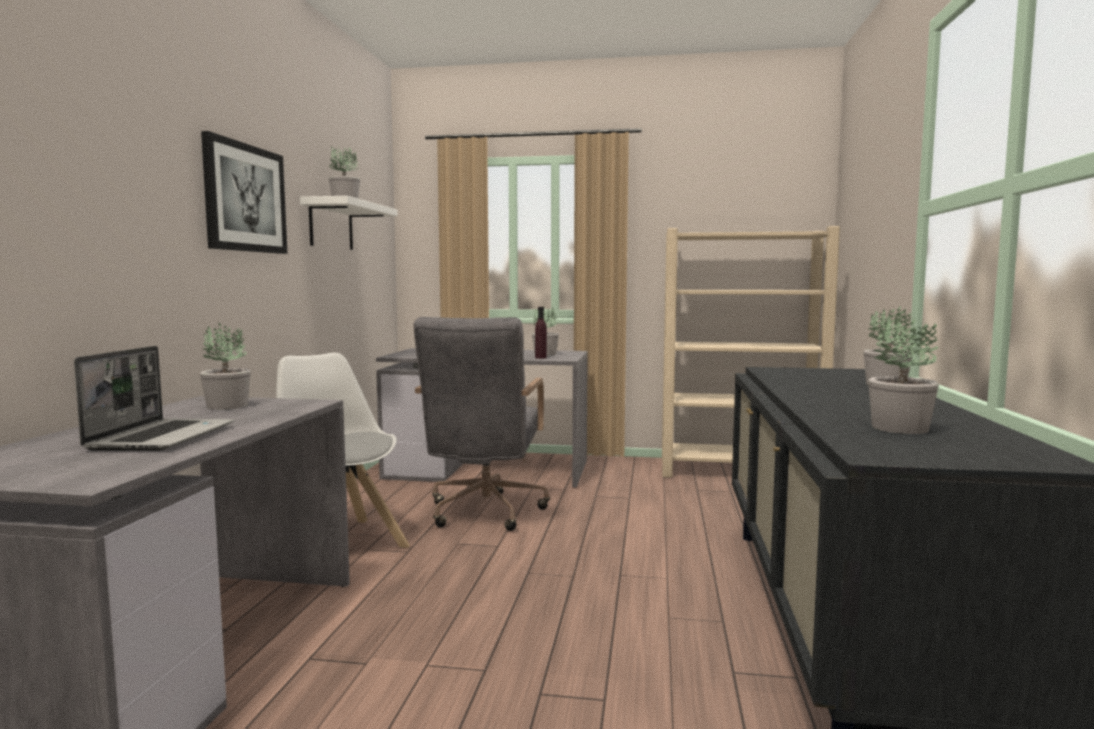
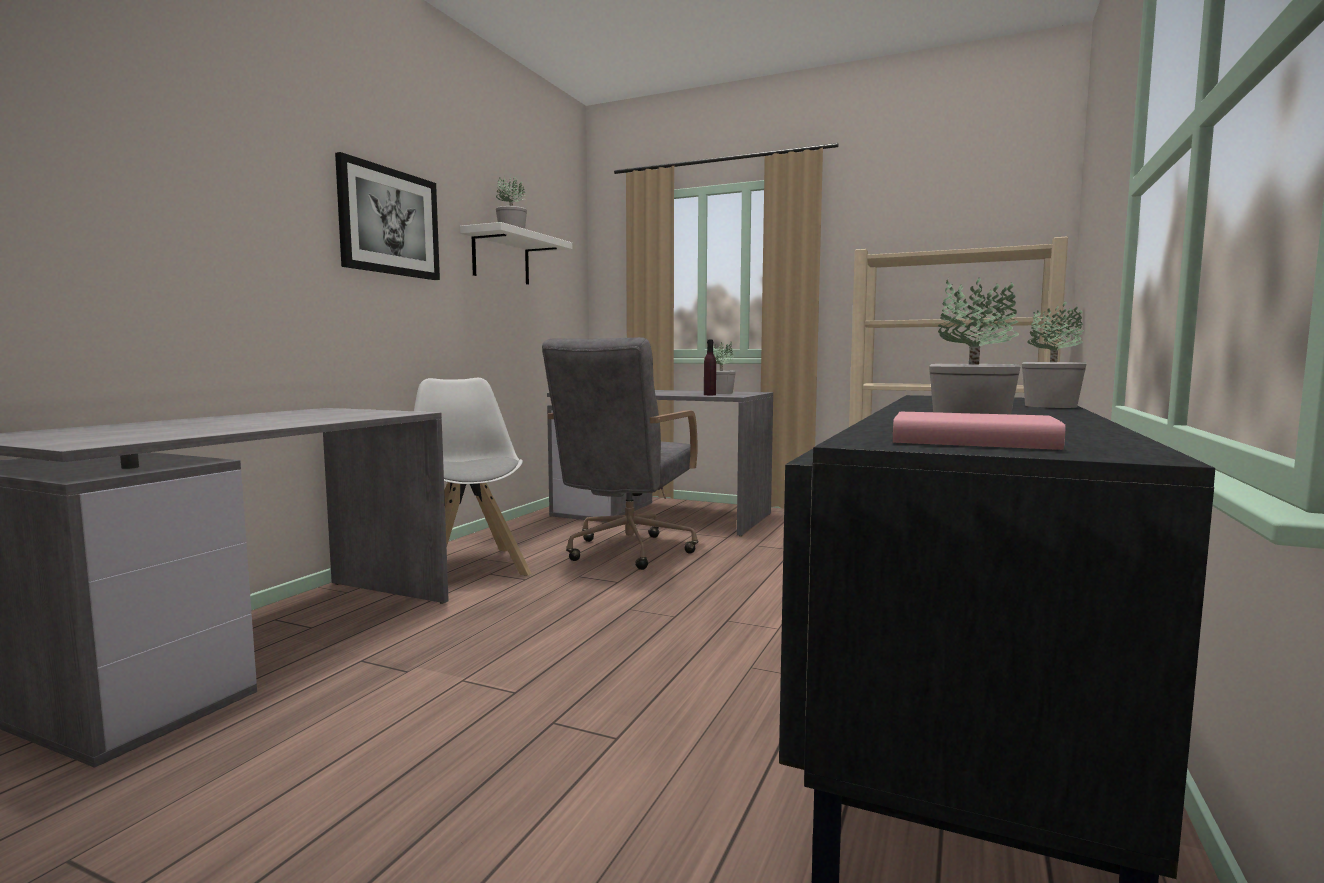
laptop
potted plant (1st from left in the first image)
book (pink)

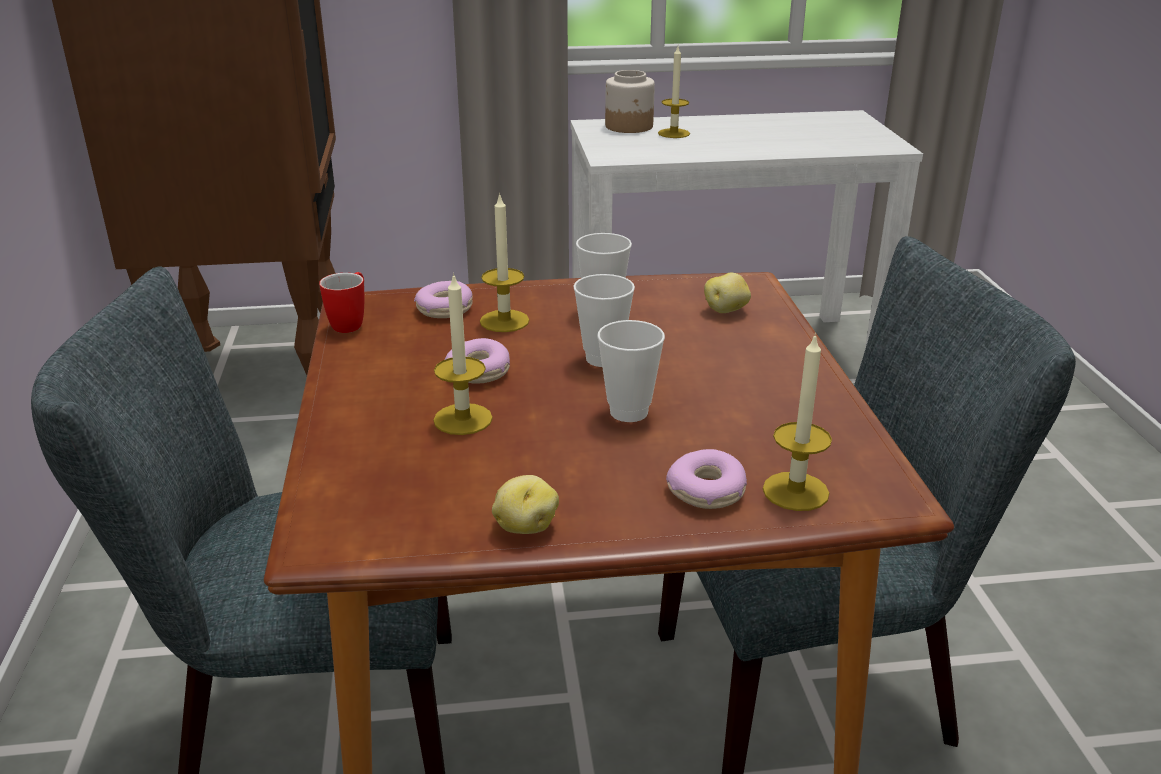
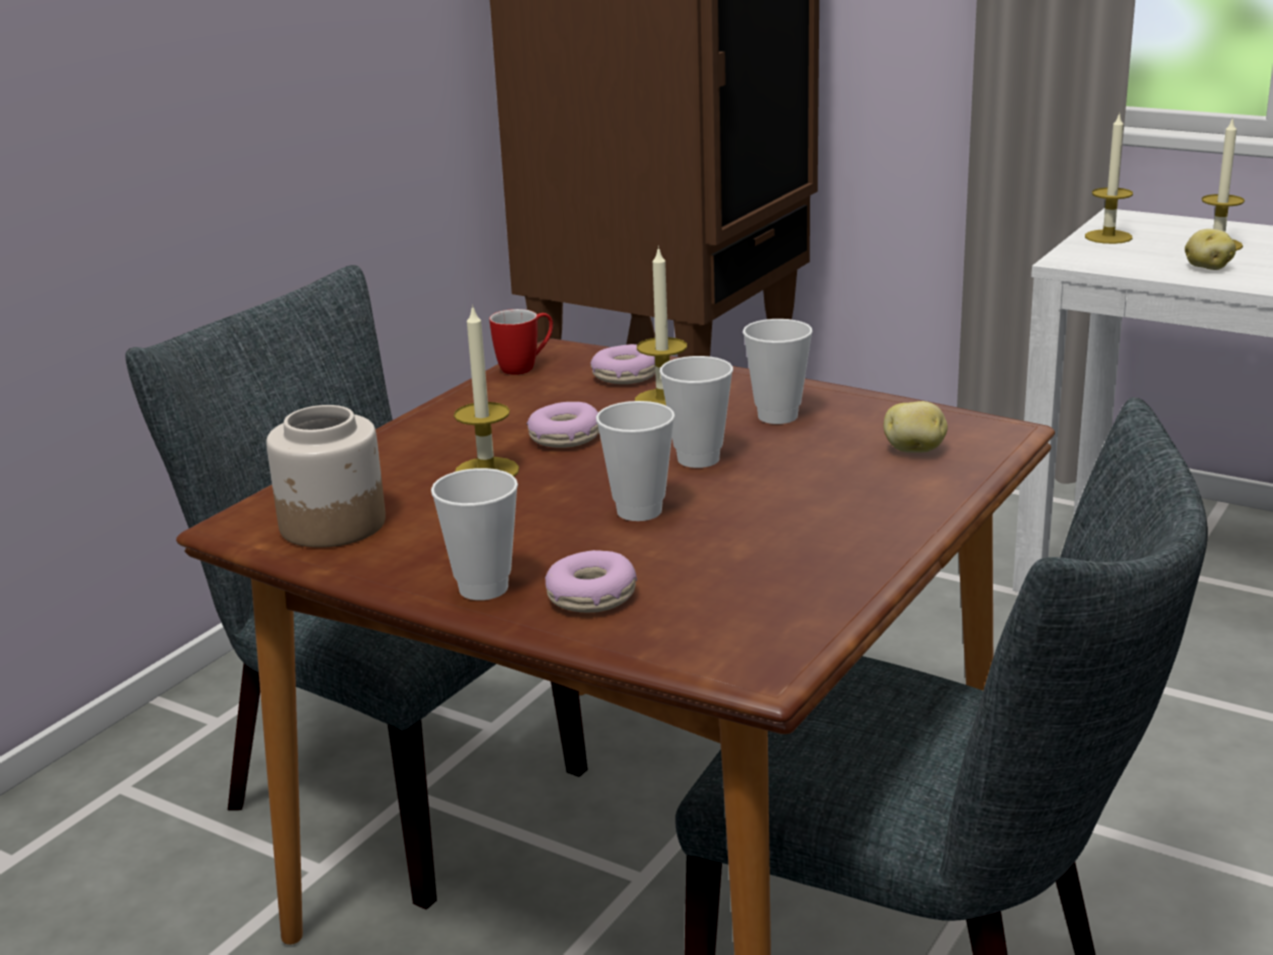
cup (1st from left)
potato (2nd from left)
jar
candle (3rd from left)

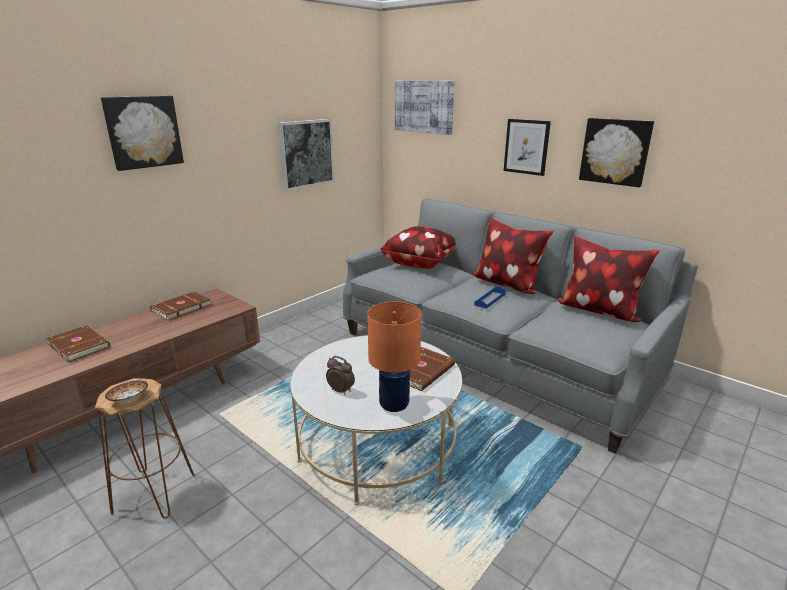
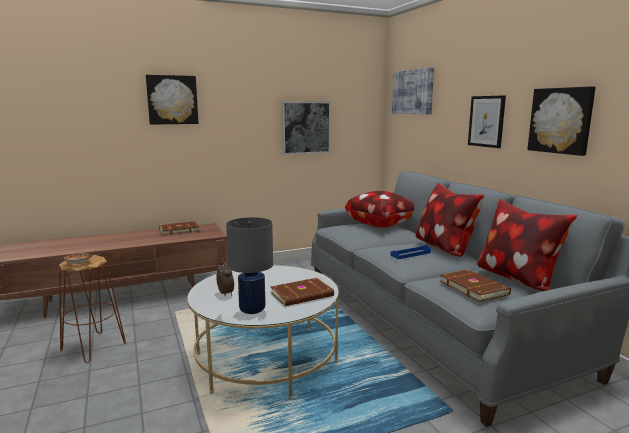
book (brown) (3rd from left)
table lamp (grey)

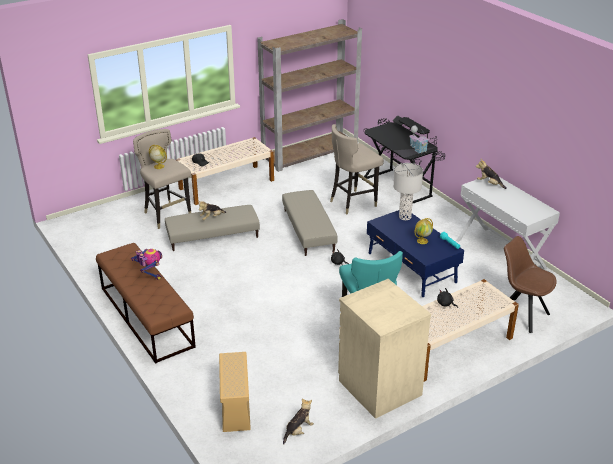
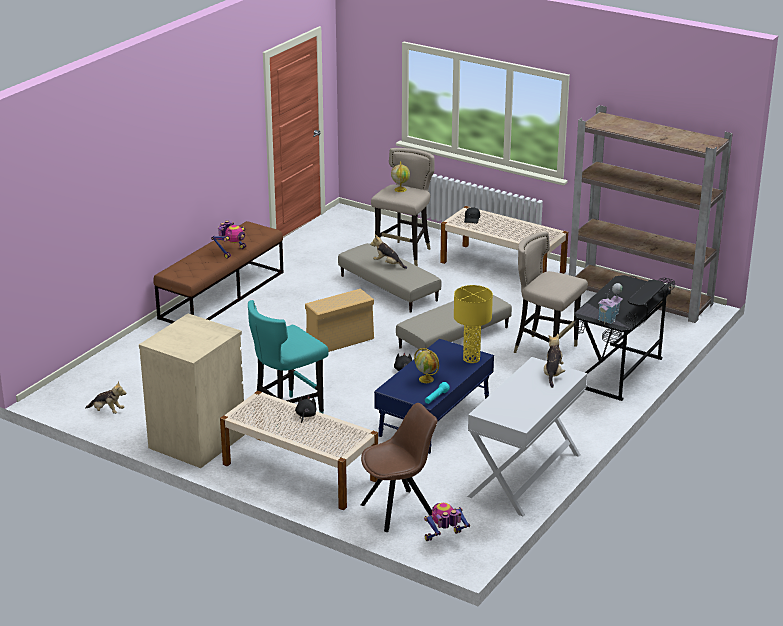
toy robot (2nd from left)
storage box (beige)
table lamp (yellow)
chair (brown)

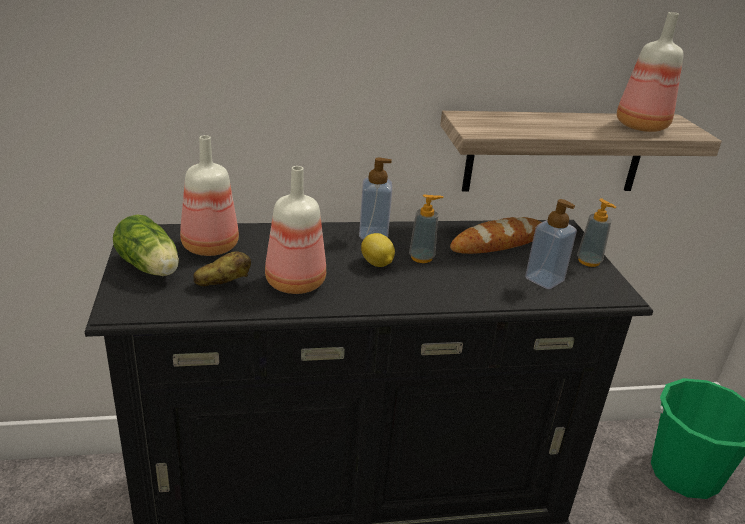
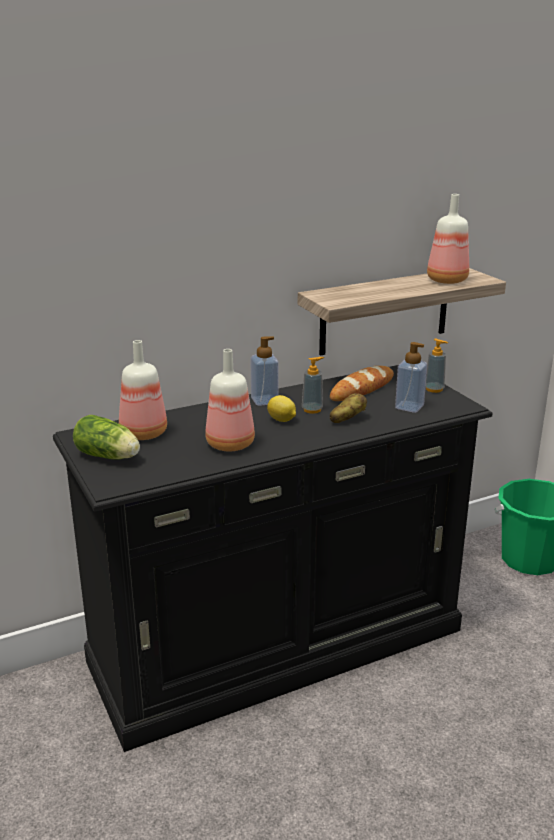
potato

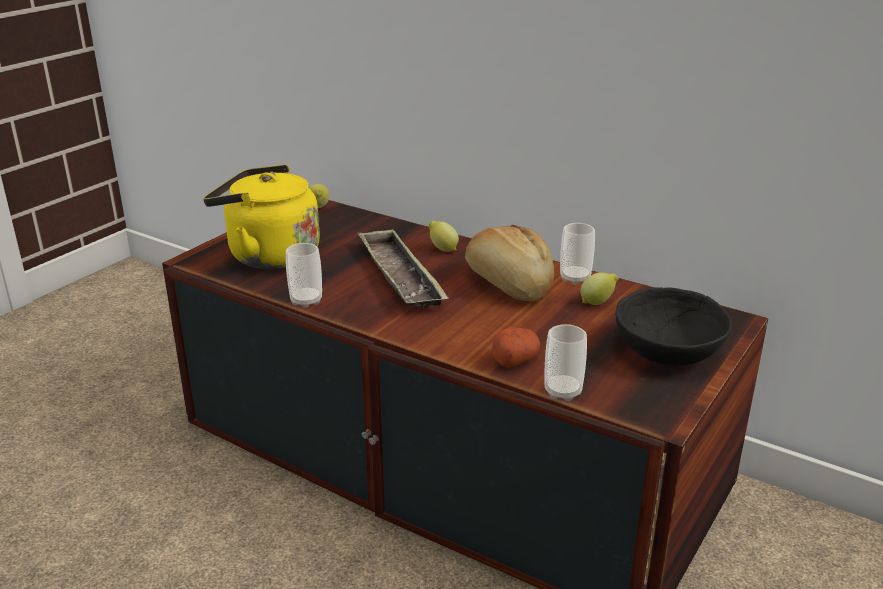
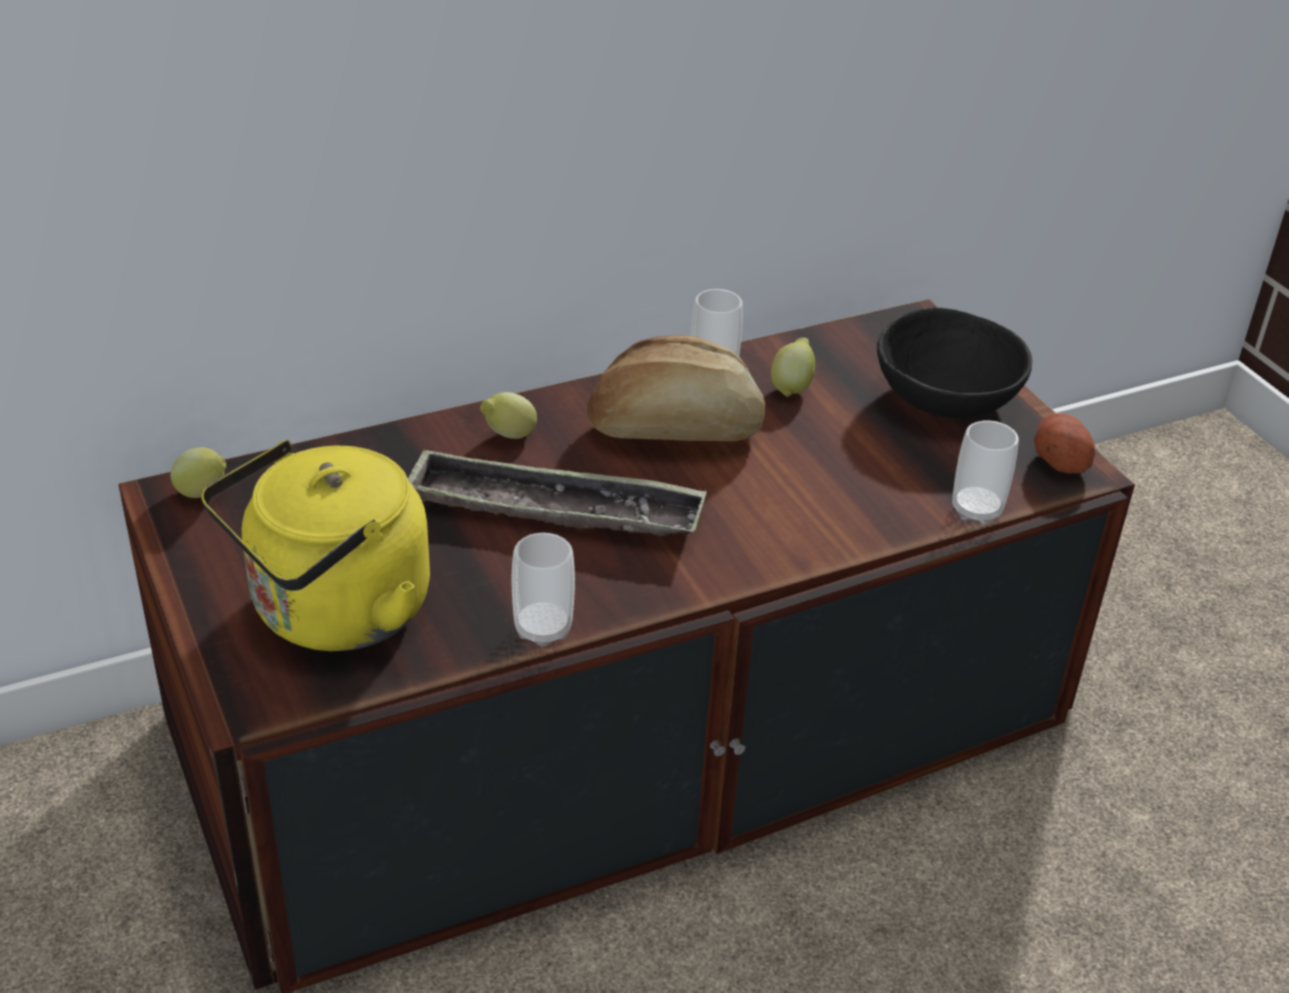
potato

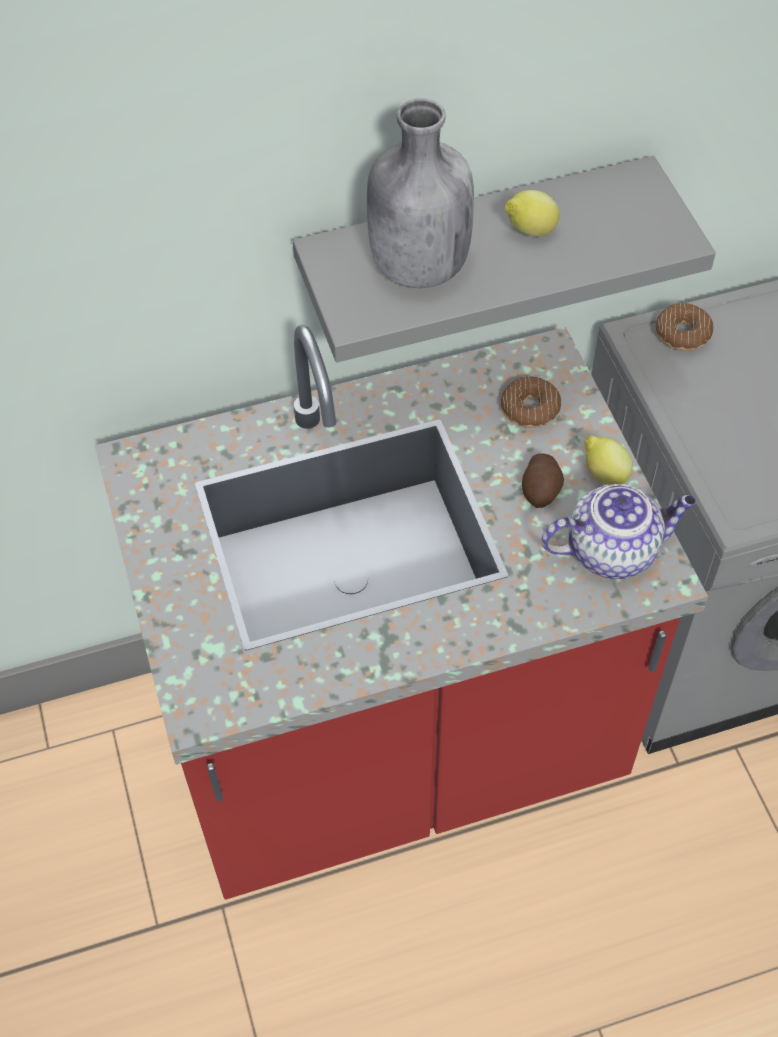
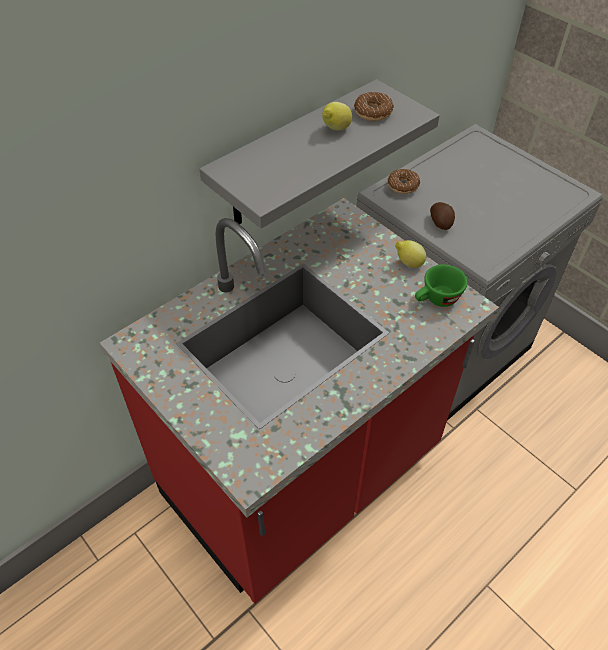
bottle (grey)
donut (1st from left)
potato
cup (green)

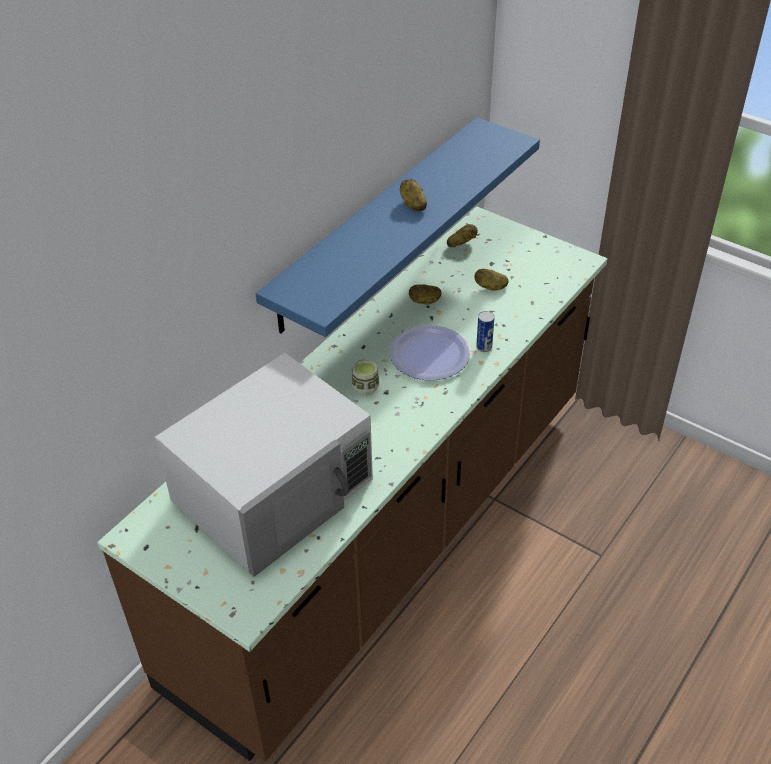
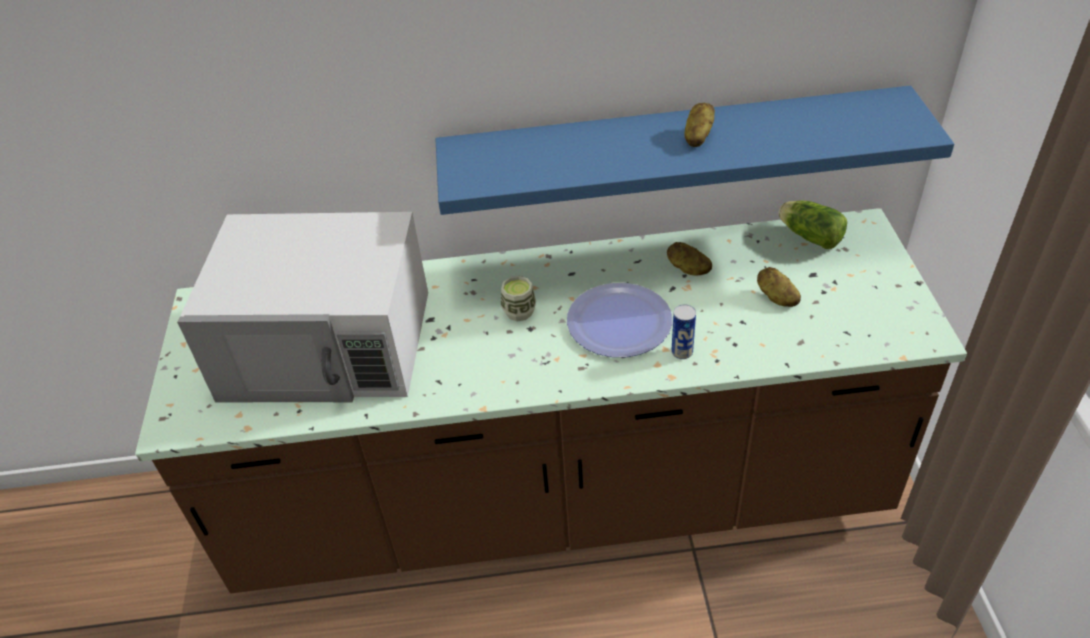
lettuce

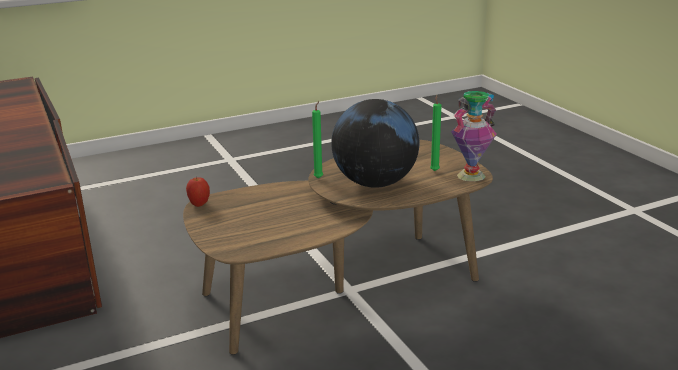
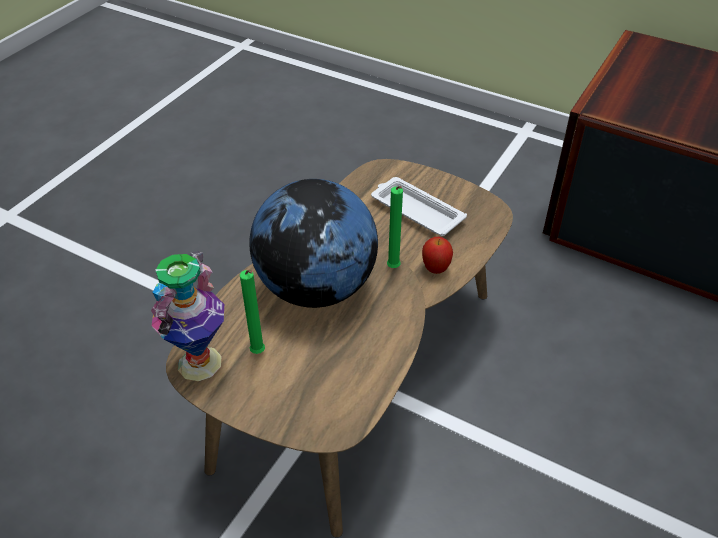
tray (white)
apple

